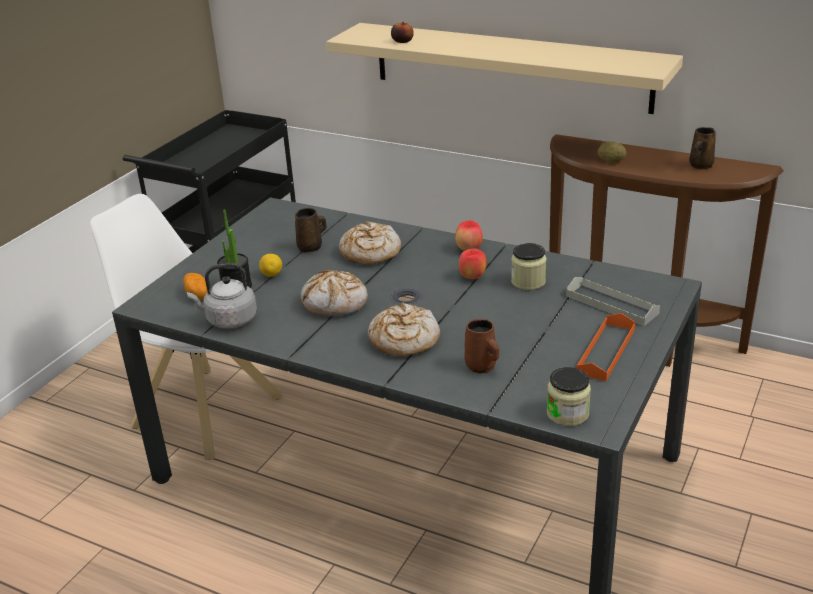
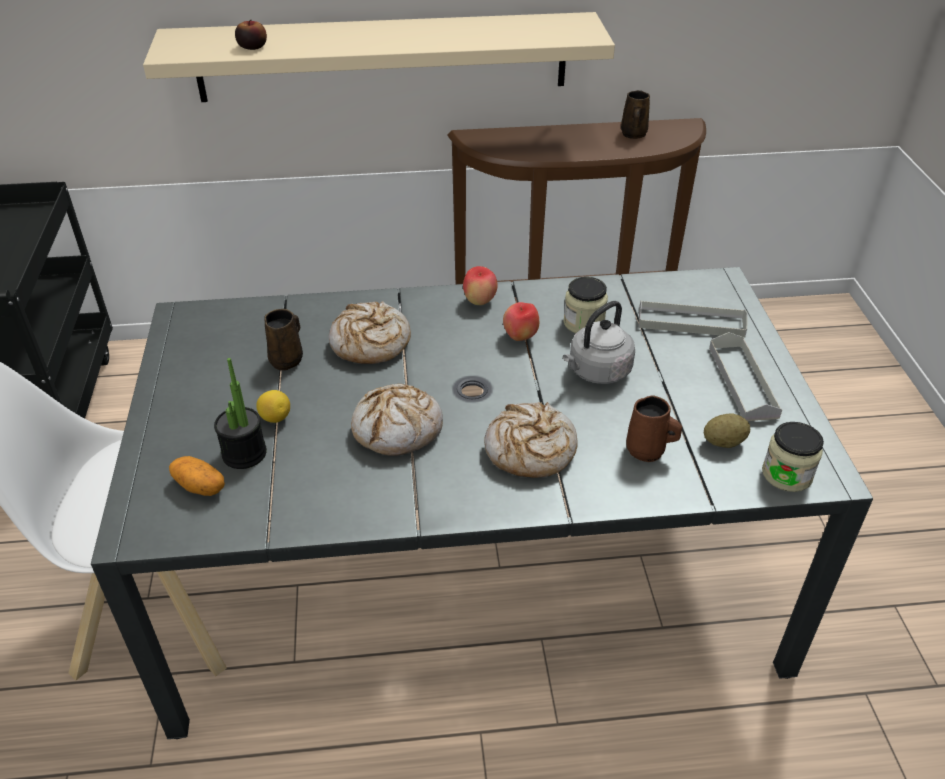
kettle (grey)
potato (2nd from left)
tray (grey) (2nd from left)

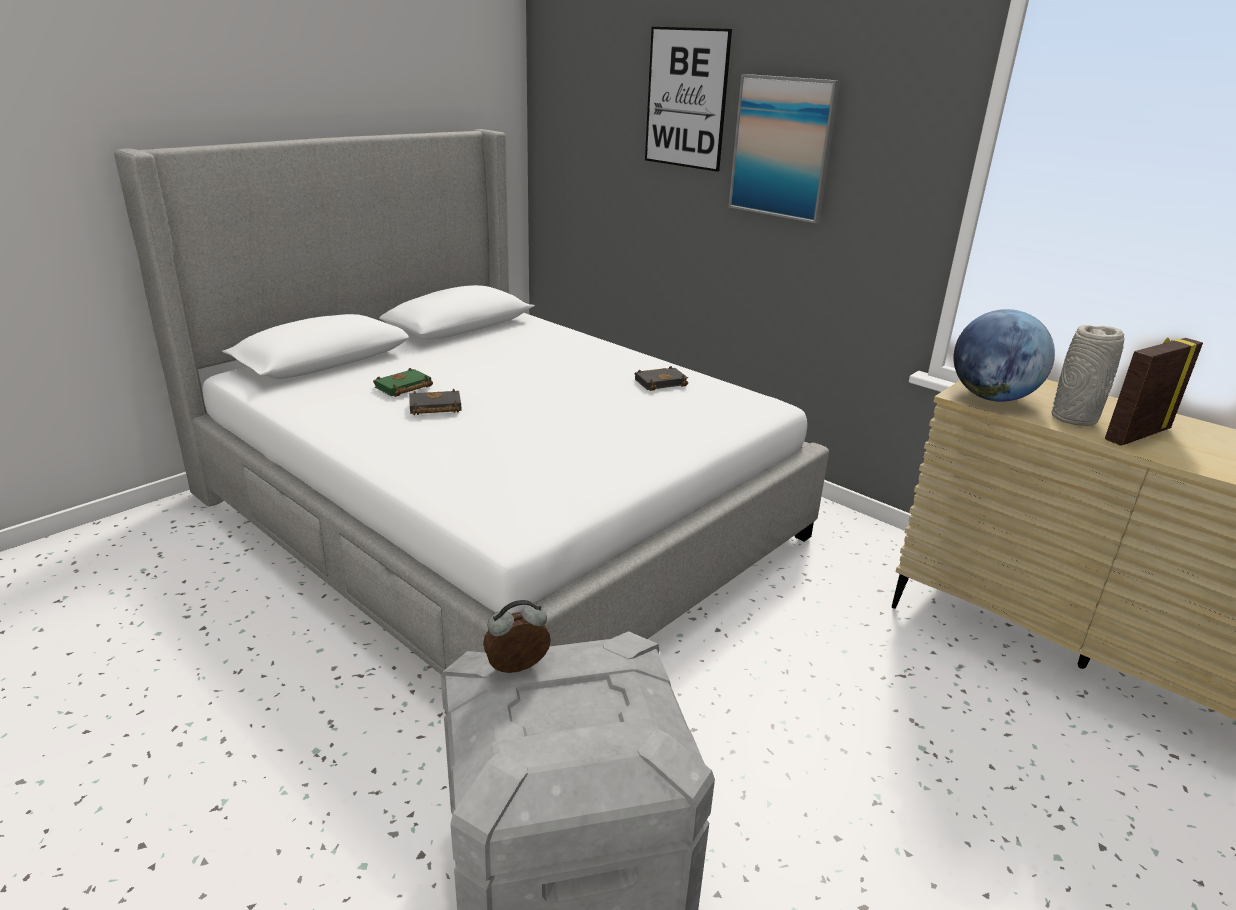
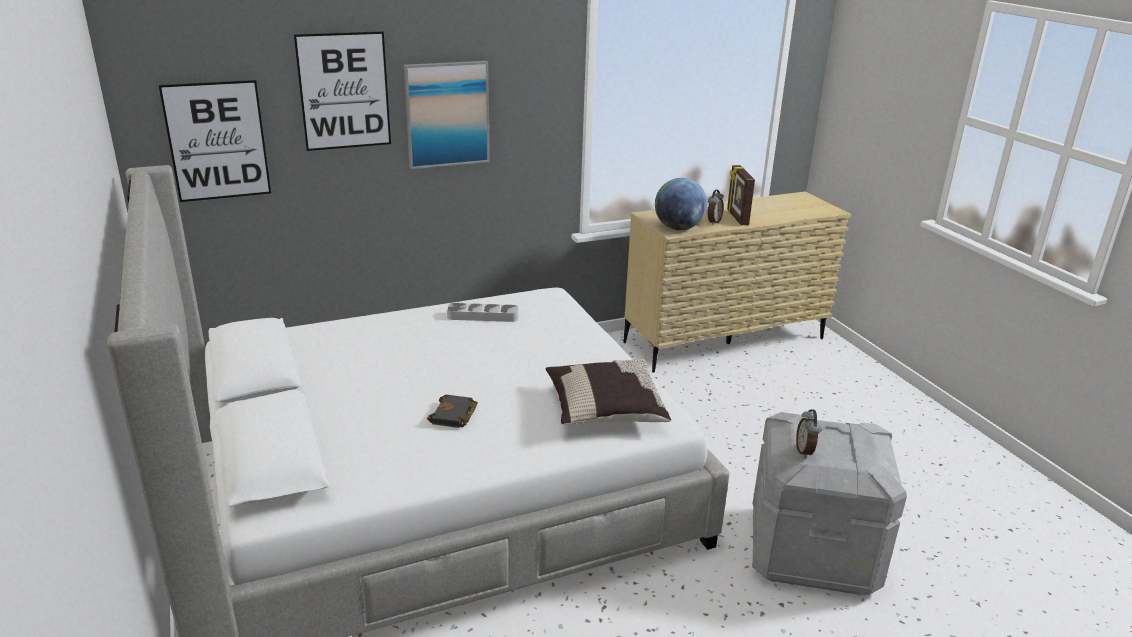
book (green)
picture (1st from left)
pillow
tray (grey)
alarm clock (1st from left)

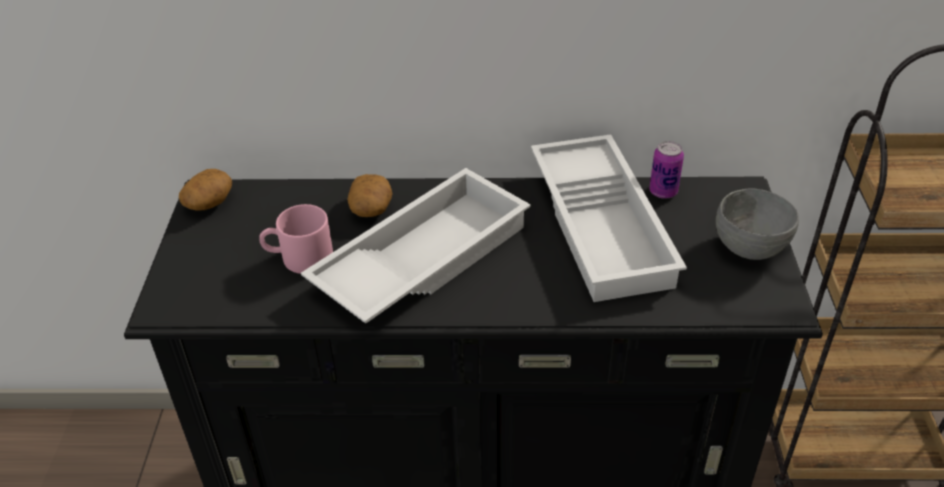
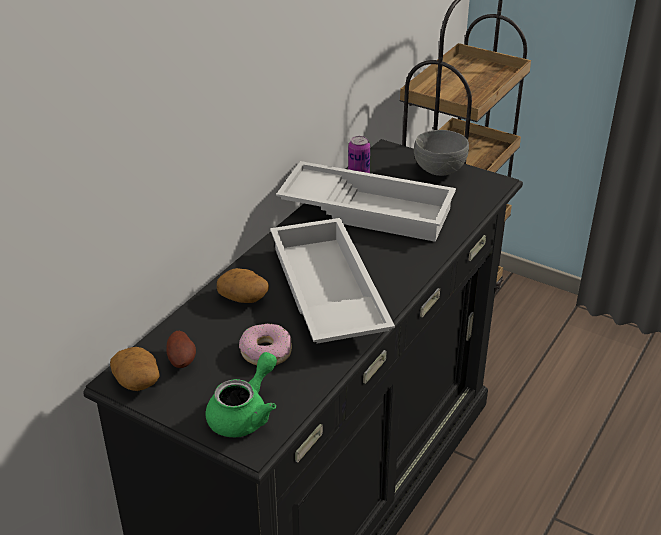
potato (2nd from left)
teapot (green)
donut

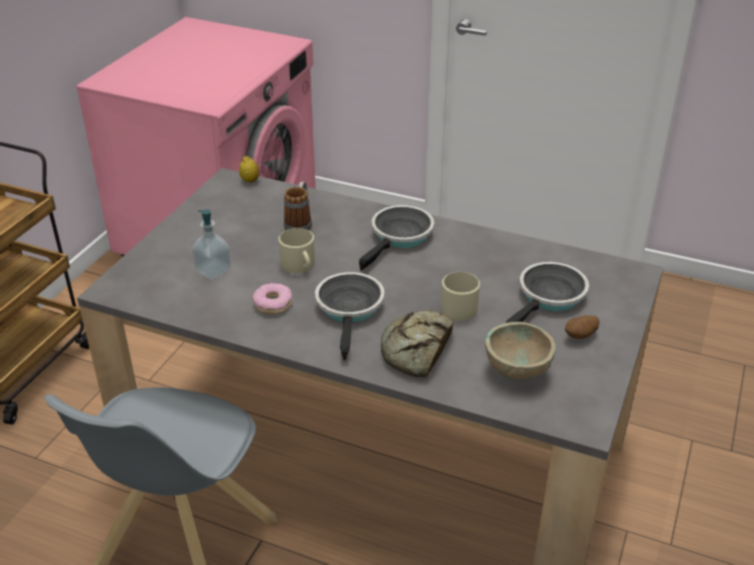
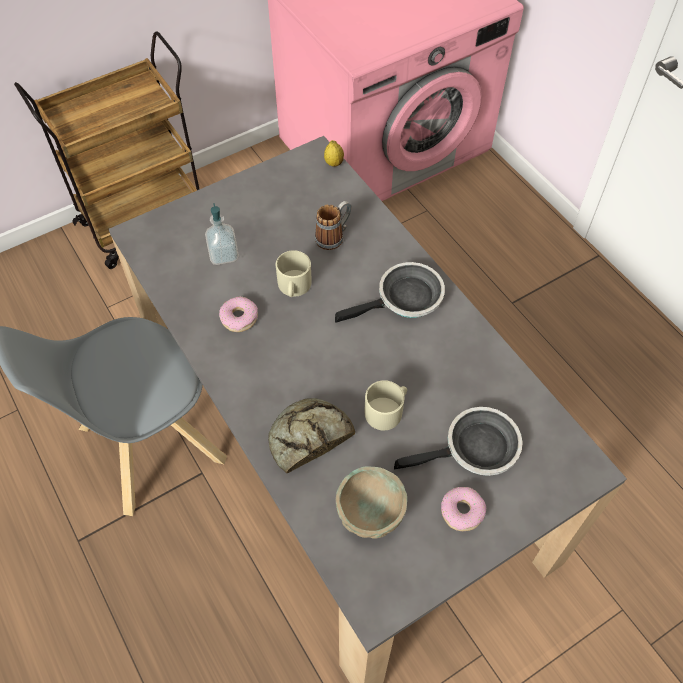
frying pan (1st from left in the first image)
donut (2nd from left)

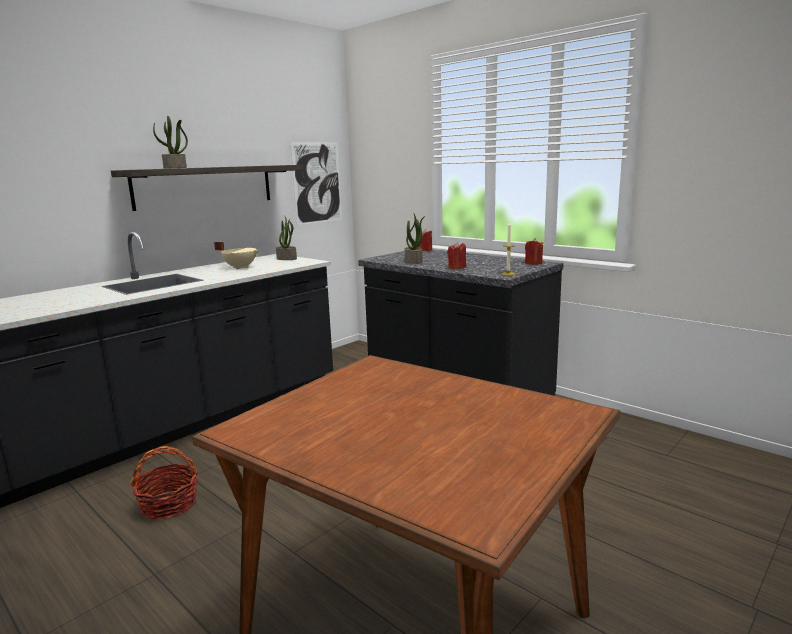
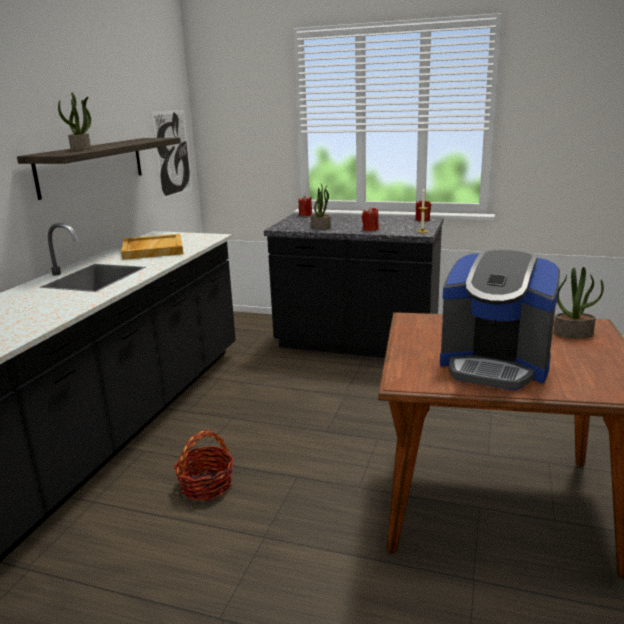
coffee machine
potted plant (3rd from left)
tray (beige)

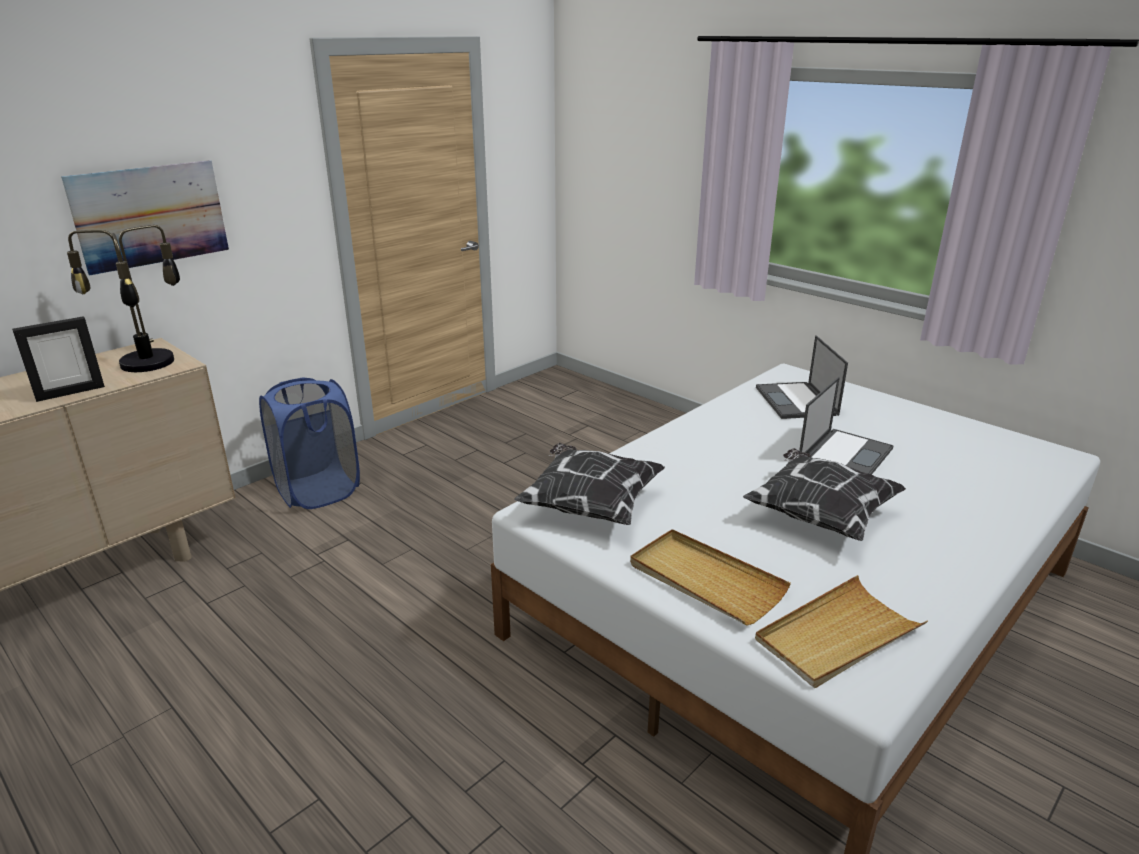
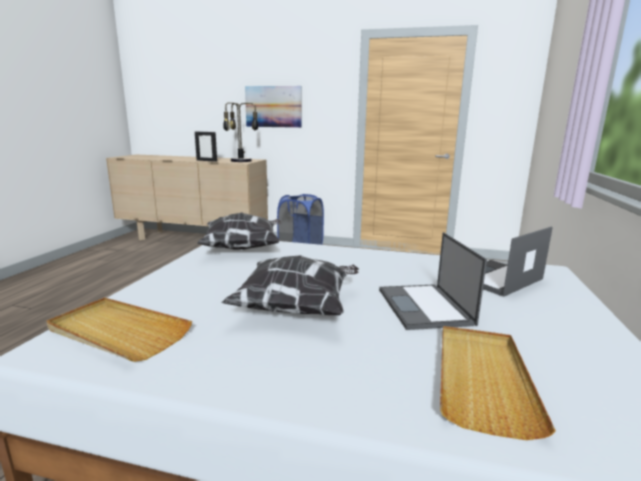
tray (beige) (2nd from left)
laptop (1st from left)

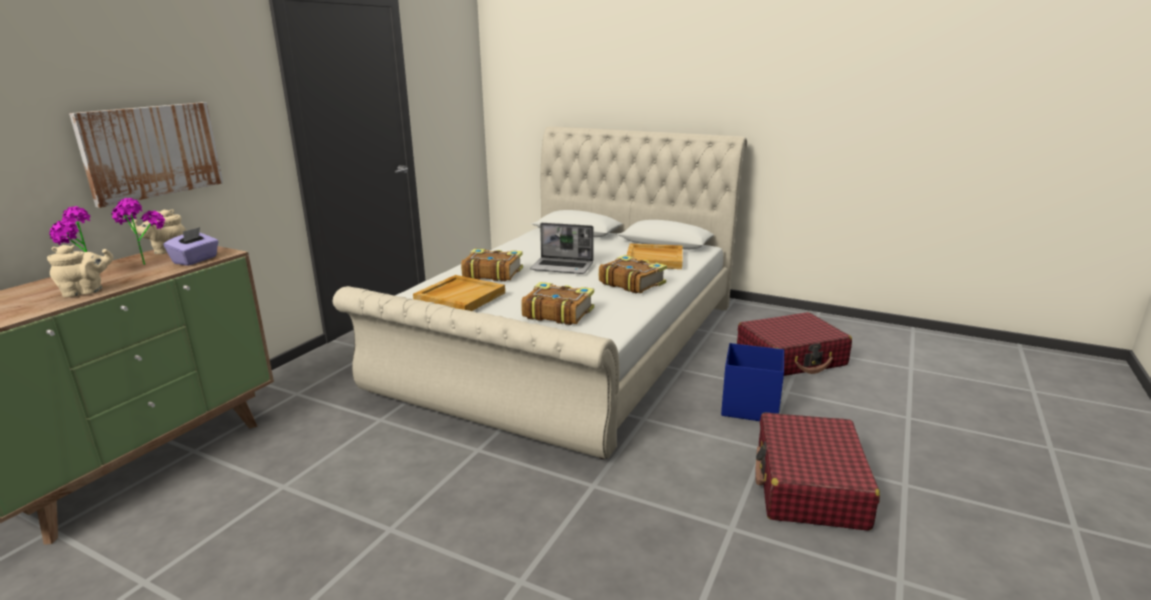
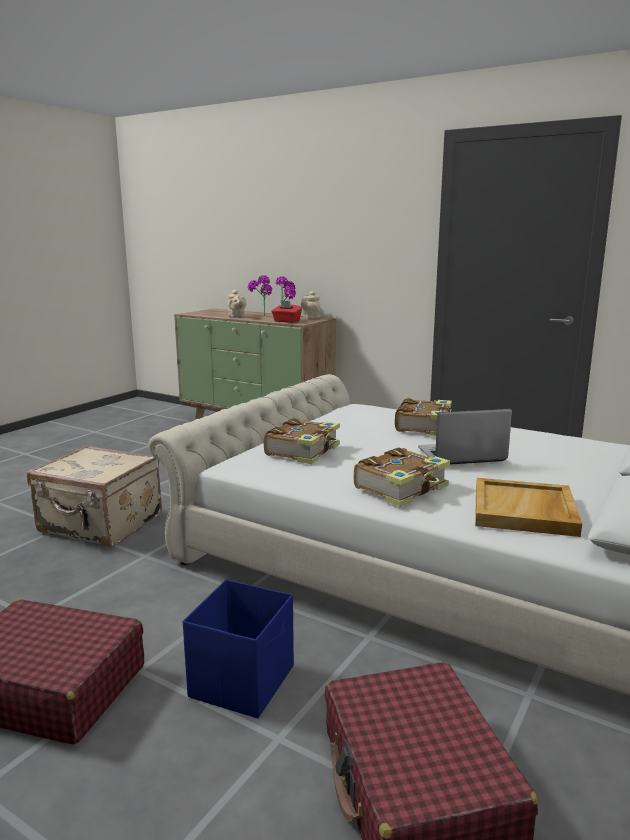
picture
tray (beige) (1st from left in the first image)
suitcase (beige)
tissue box (red)
laptop

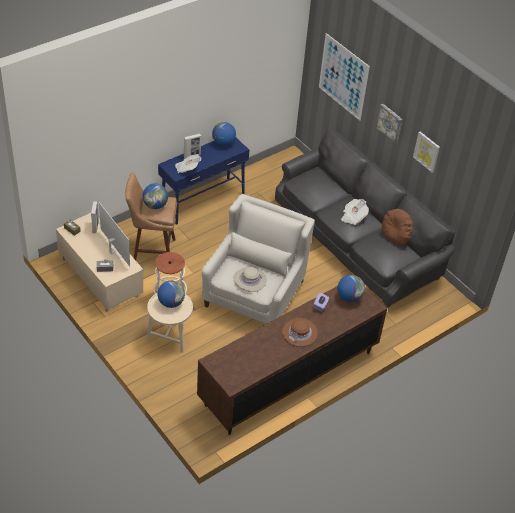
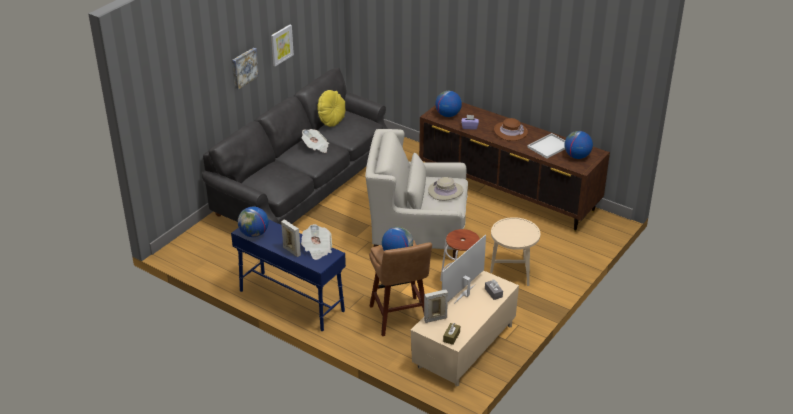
picture (1st from left in the first image)
tray (white)
globe (4th from left)
pillow (yellow)

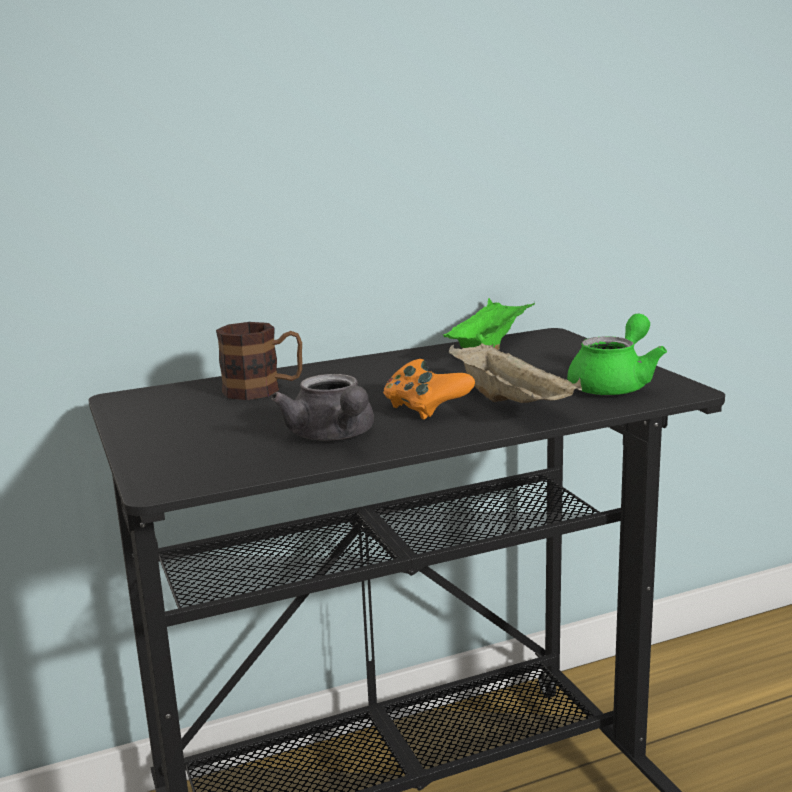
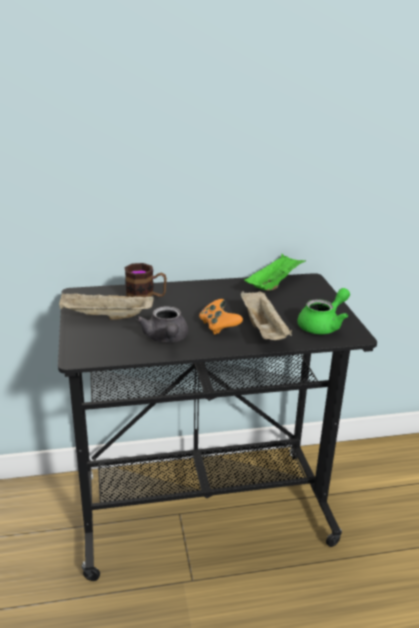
tray (beige) (1st from left)

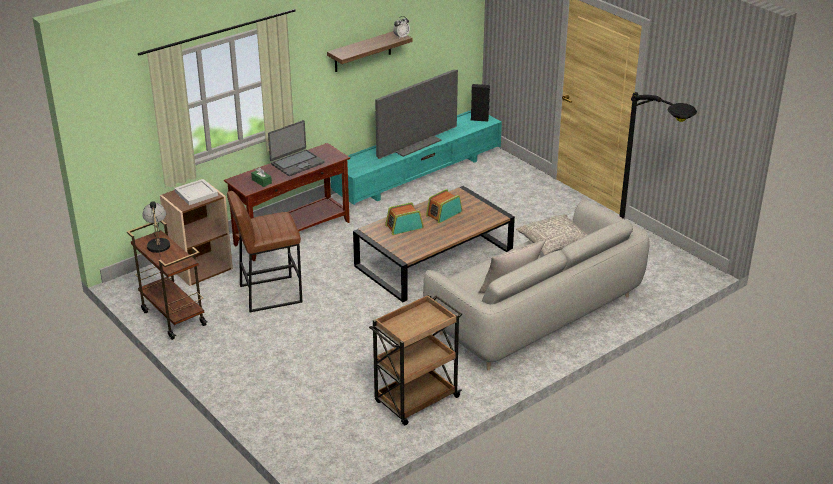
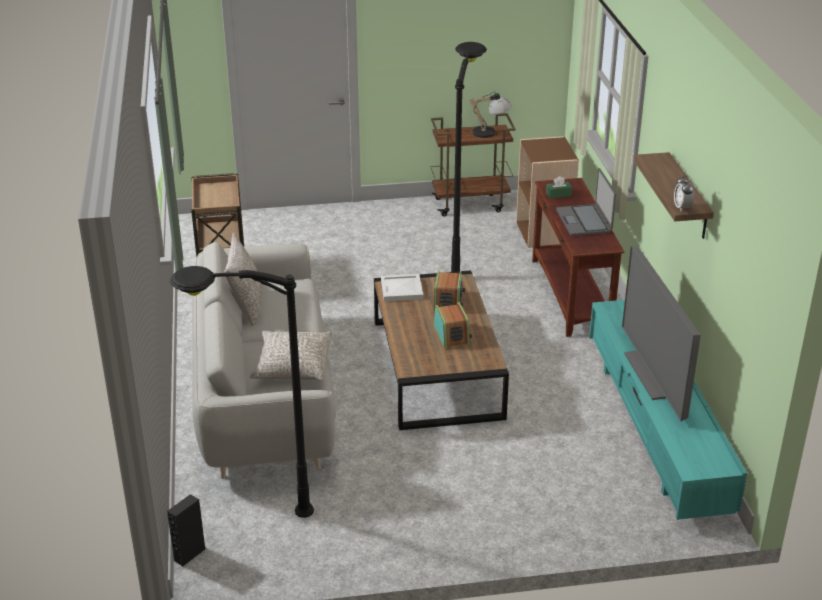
tray (white)
speaker (black)
floor lamp (black) (2nd from left)

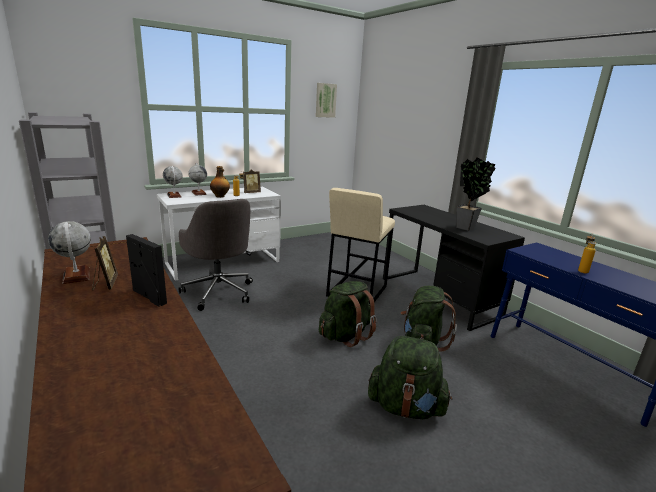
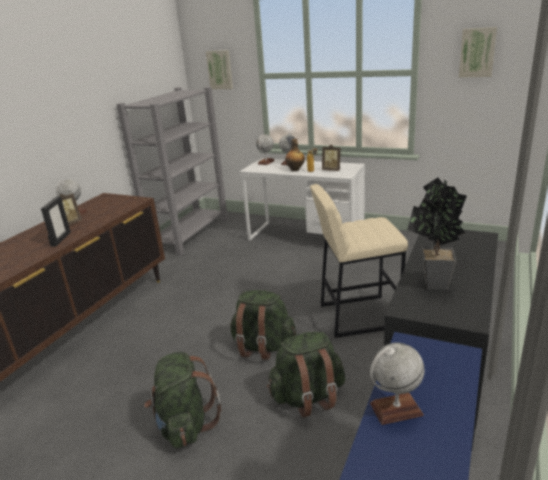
office chair (grey)
picture (1st from left)
globe (4th from left)

